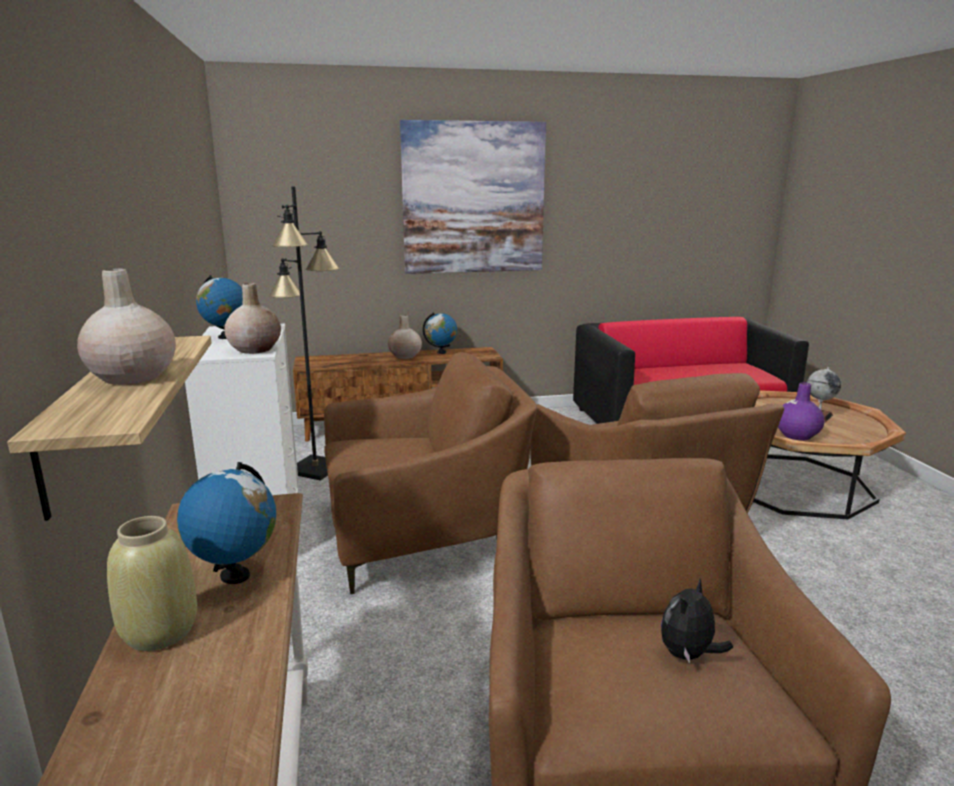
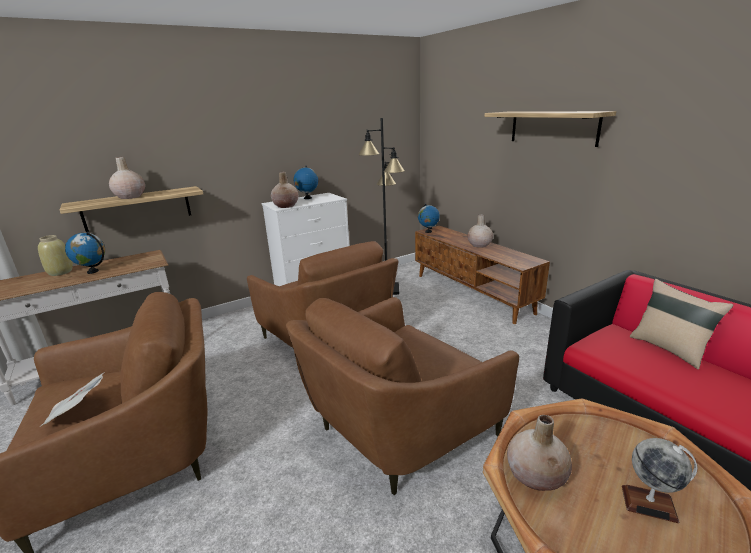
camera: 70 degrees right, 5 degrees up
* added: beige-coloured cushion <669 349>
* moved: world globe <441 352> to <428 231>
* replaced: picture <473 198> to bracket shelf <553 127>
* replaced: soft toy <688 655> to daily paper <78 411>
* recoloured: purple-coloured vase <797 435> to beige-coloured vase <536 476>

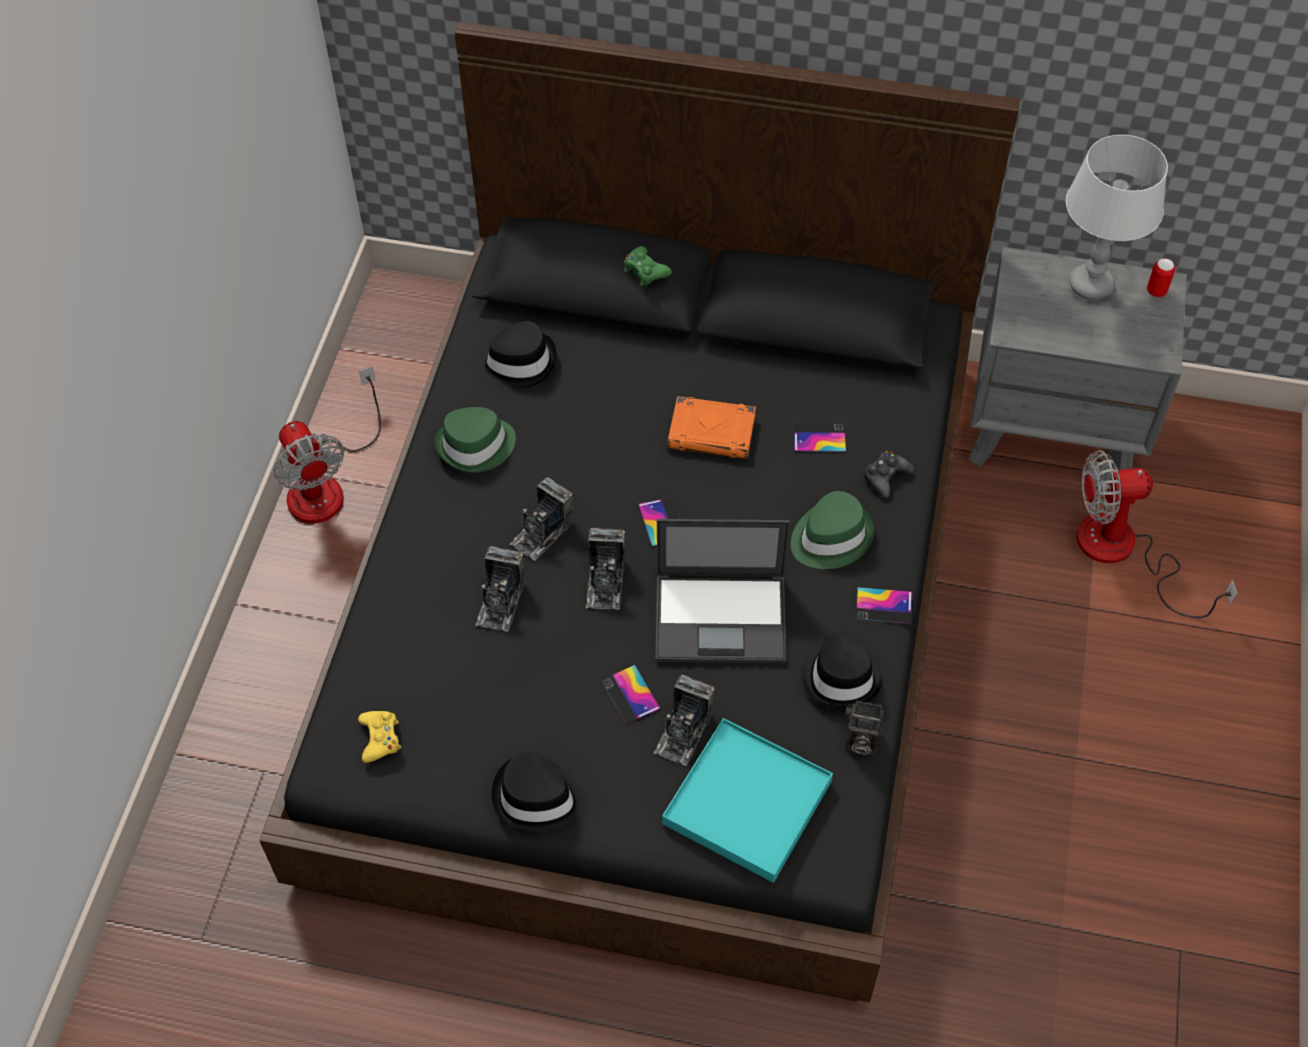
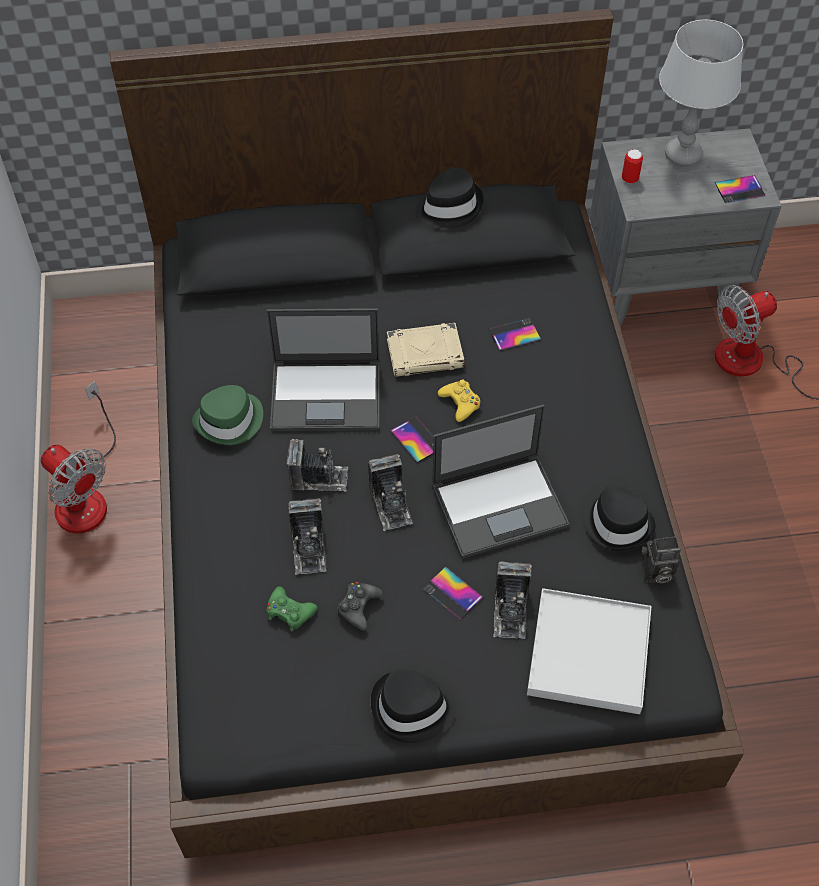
camera: 20 degrees left, 0 degrees up
* removed: green-coloured hat <830 536>
* added: laptop <327 395>
* moved: yellow-coloured joypad <380 738> to <460 403>
* moved: black hat <518 362> to <448 207>
* moved: green-coloured joypad <645 271> to <289 612>
* moved: telephone <884 605> to <739 189>
* moved: black joypad <885 477> to <358 607>
* moved: sealed can <1156 291> to <629 179>
* recoloured: turquoise serving tray <747 802> to white serving tray <588 653>
* recoloured: orangey book <712 432> to beige-coloured book <426 354>
* turned: photo camera <542 532> = <319 478> 105 degrees counterclockwise

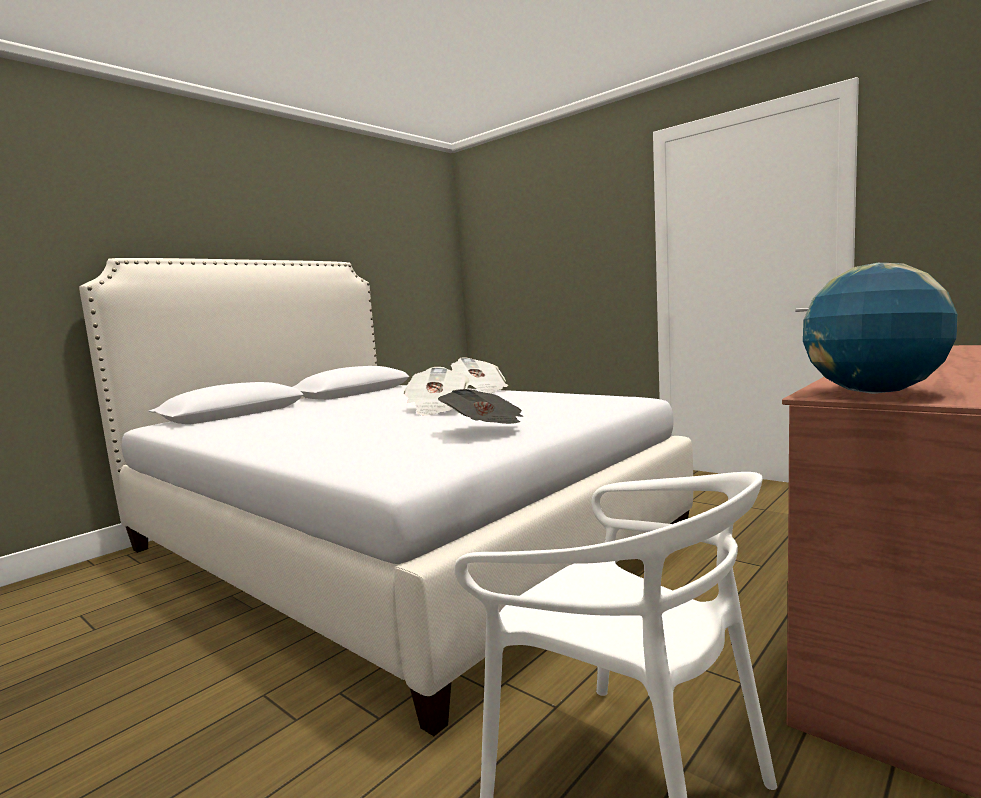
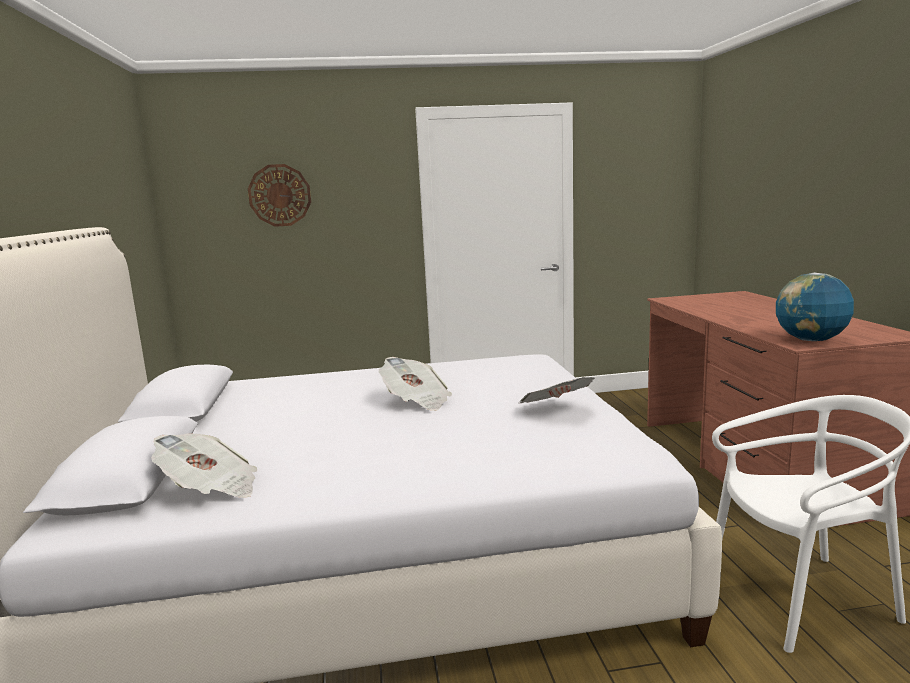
camera: 50 degrees left, 5 degrees up
* added: wall clock <280 195>
* moved: daily paper <480 390> to <211 489>

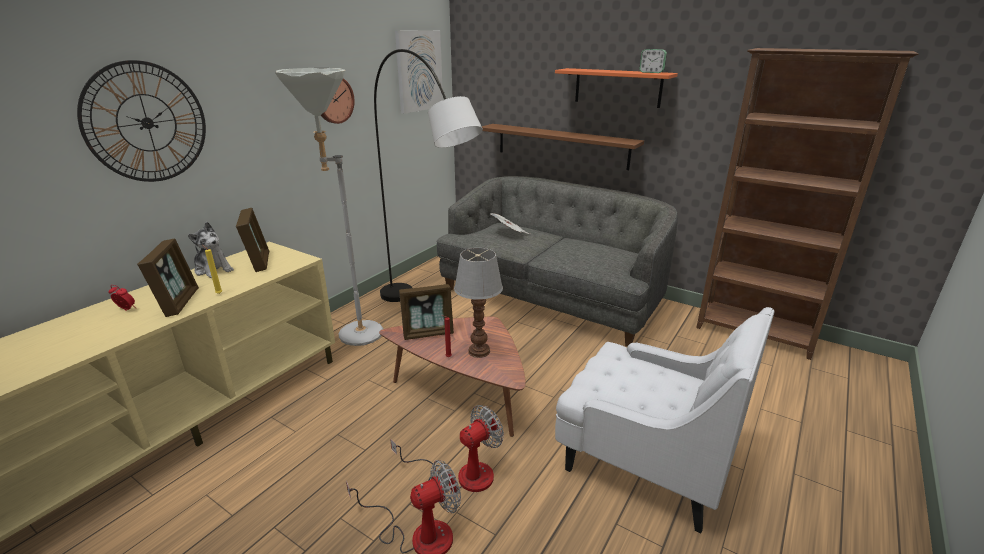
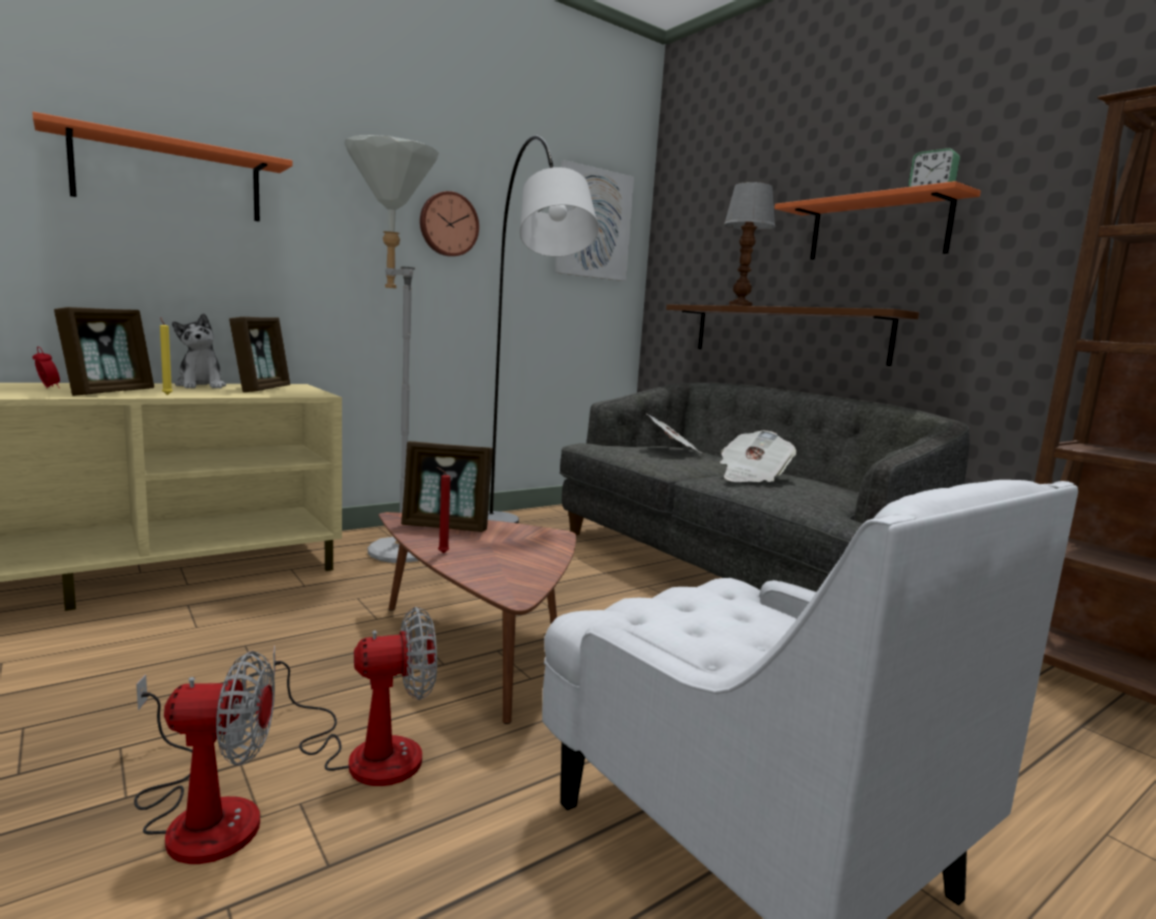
camera: 20 degrees right, 15 degrees down
* added: daily paper <752 477>
* moved: tabletop lamp <479 351> to <740 306>
* replaced: wall clock <147 123> to orangey bracket shelf <169 178>

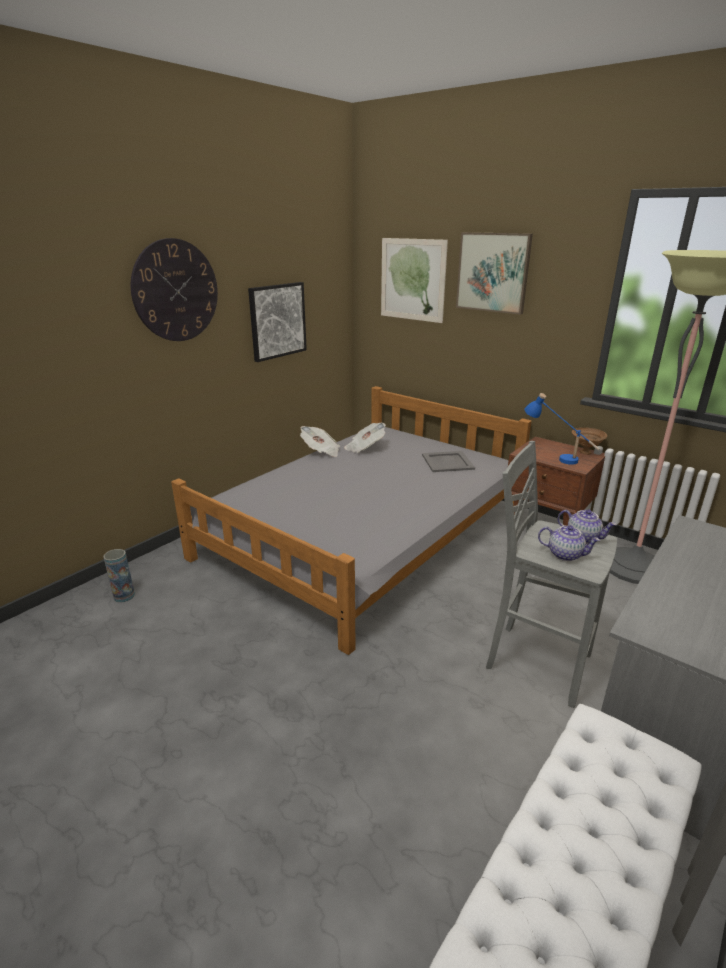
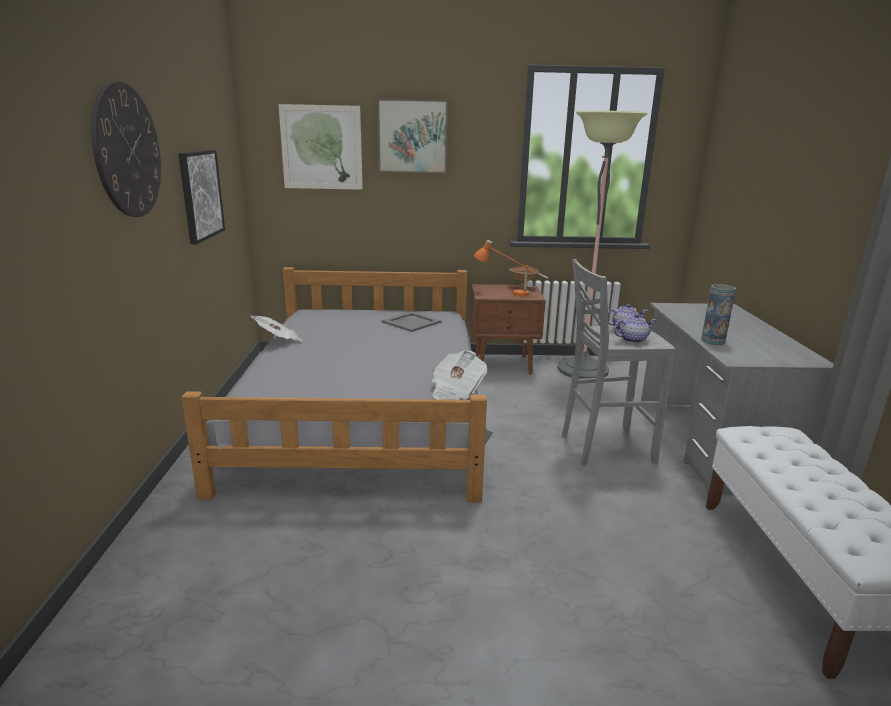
camera: 40 degrees left, 5 degrees down
* moved: vase <124 596> to <713 341>
* moved: daily paper <364 448> to <456 390>
* recoloured: blue-coloured tabletop lamp <556 456> to orangey tabletop lamp <509 293>

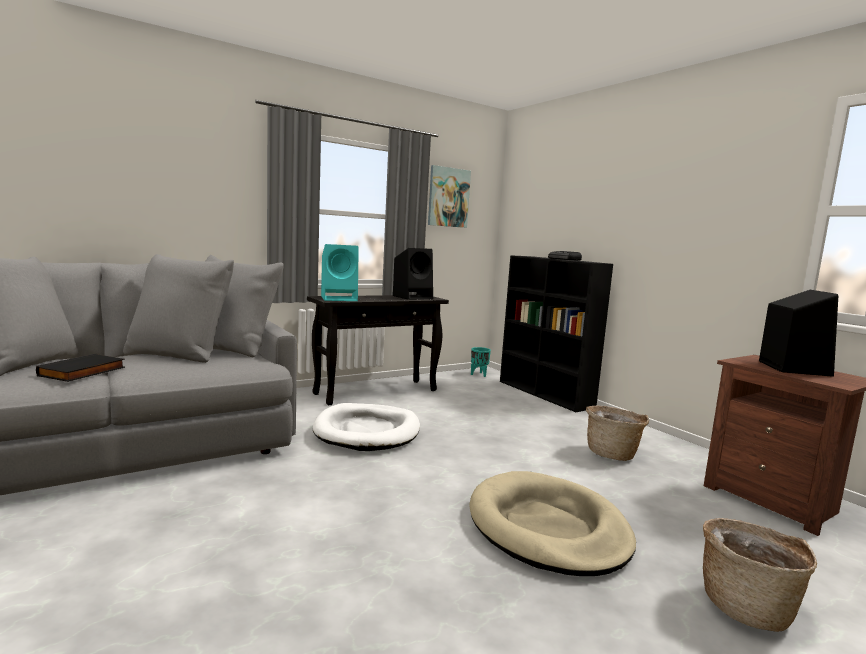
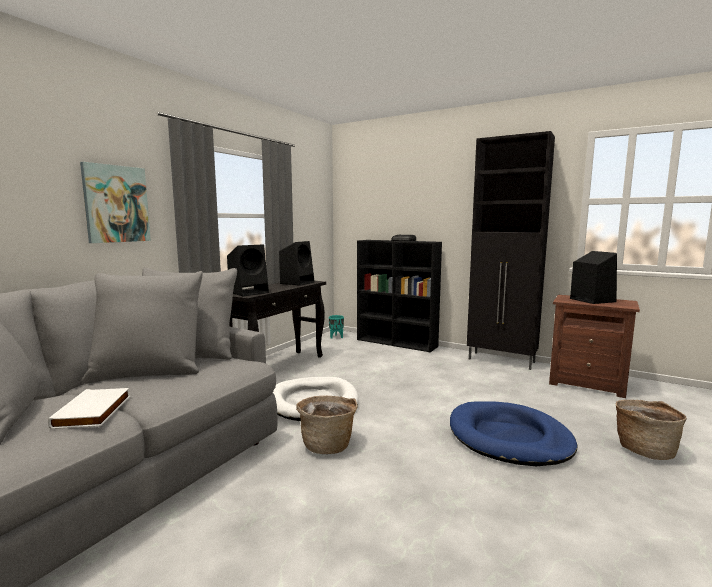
camera: 25 degrees left, 0 degrees up
* added: black storage cabinet <502 361>
* moved: picture <448 197> to <116 204>
* moved: household basket <612 453> to <328 444>
* recoloured: black book <83 372> to white book <94 412>
* recoloured: turquoise loudspeaker <340 298> to black loudspeaker <249 292>
* recoloured: beige-coloured pet bed <547 528> to blue-coloured pet bed <509 438>

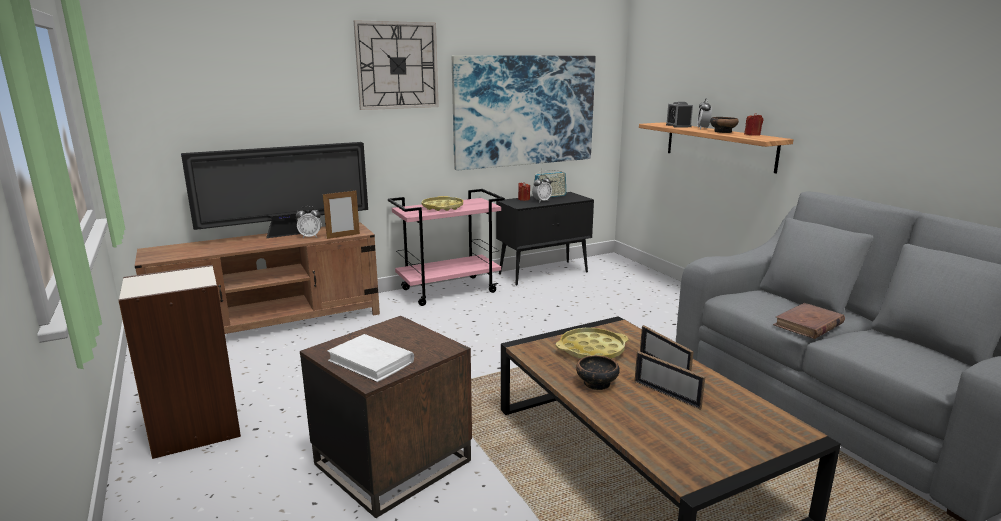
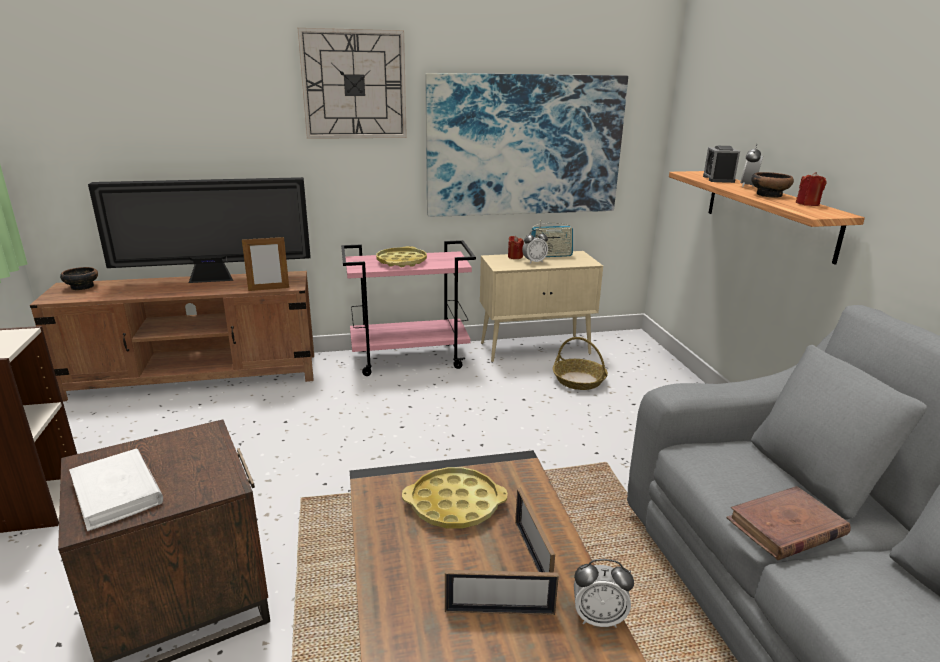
camera: 15 degrees right, 5 degrees up
* added: household basket <579 380>
* moved: alarm clock <310 237> to <598 618>
* moved: deep dish <596 383> to <82 287>
* recoloured: black storage cabinet <544 273> to beige-coloured storage cabinet <536 348>
* turned: standing frame <666 394> = <499 611> 60 degrees counterclockwise

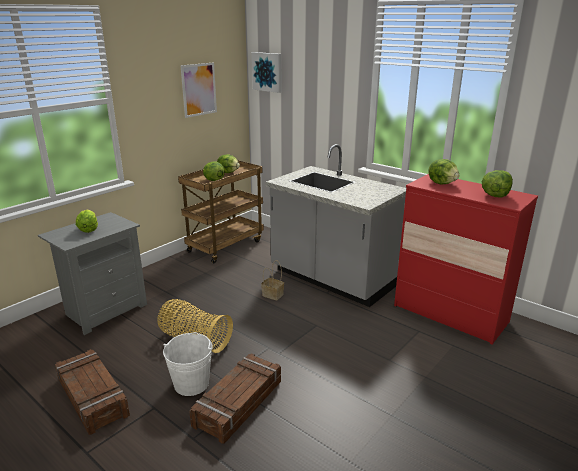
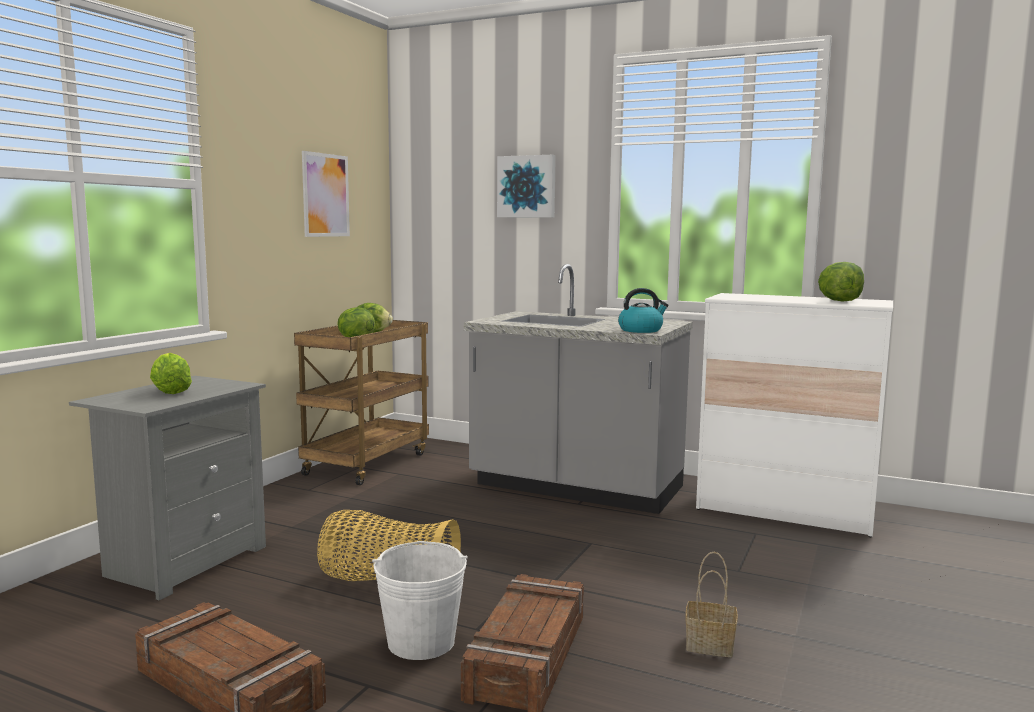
camera: 15 degrees left, 15 degrees down
* removed: head of lettuce <442 183>
* added: water kettle <641 330>
* moved: picture <268 72> to <527 186>
* moved: household basket <272 295> to <708 645>
* recoloured: red-coloured dresser <450 314> to white dresser <785 510>

